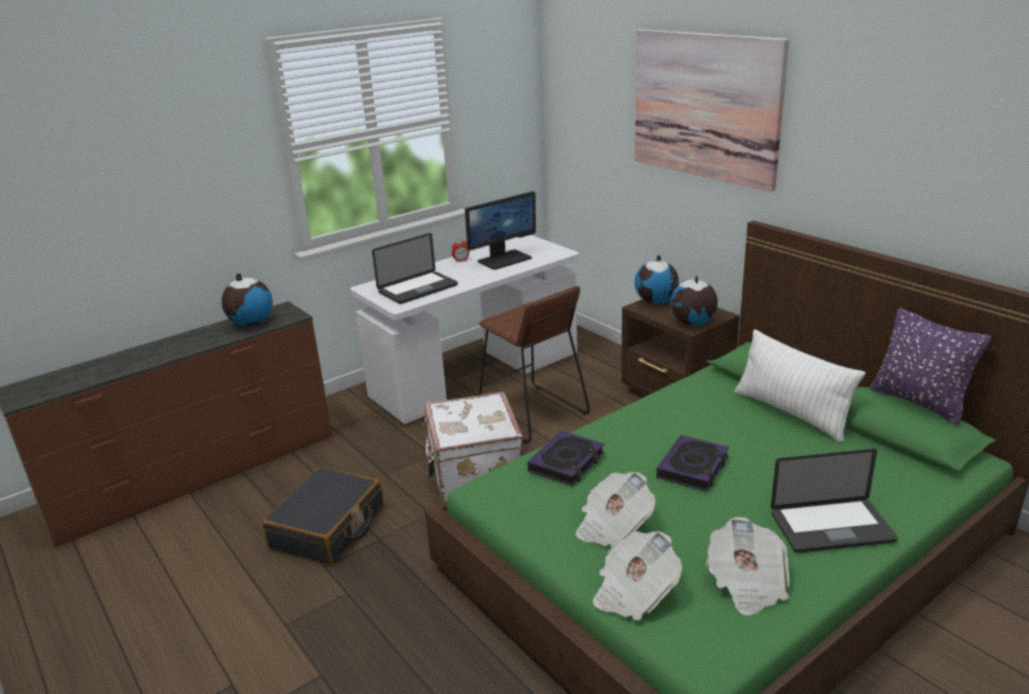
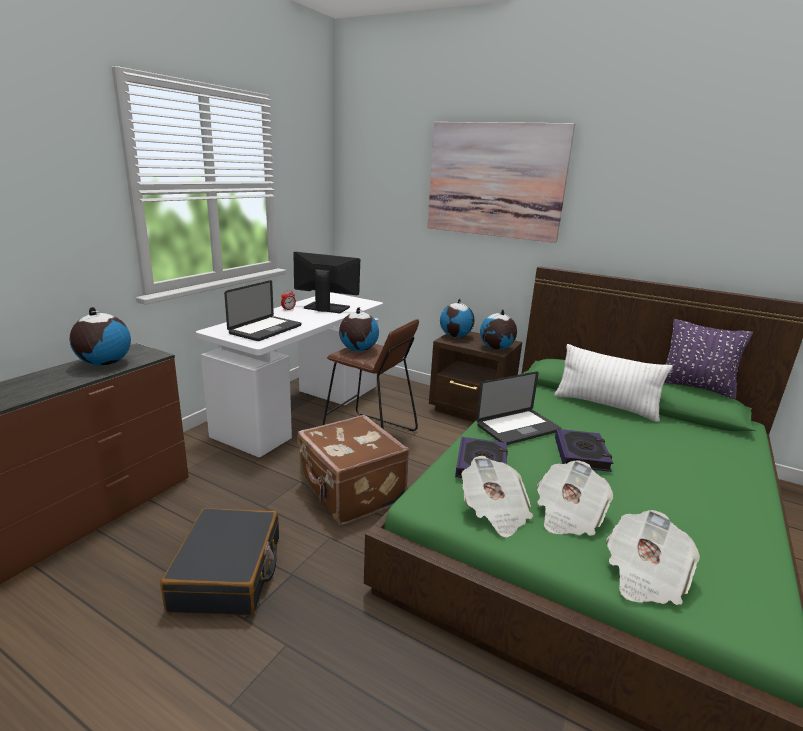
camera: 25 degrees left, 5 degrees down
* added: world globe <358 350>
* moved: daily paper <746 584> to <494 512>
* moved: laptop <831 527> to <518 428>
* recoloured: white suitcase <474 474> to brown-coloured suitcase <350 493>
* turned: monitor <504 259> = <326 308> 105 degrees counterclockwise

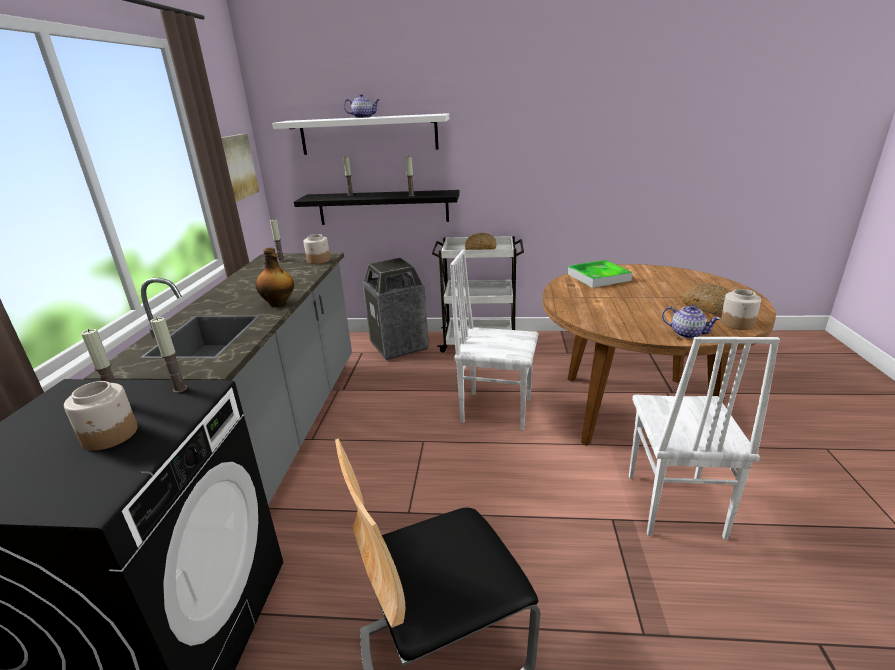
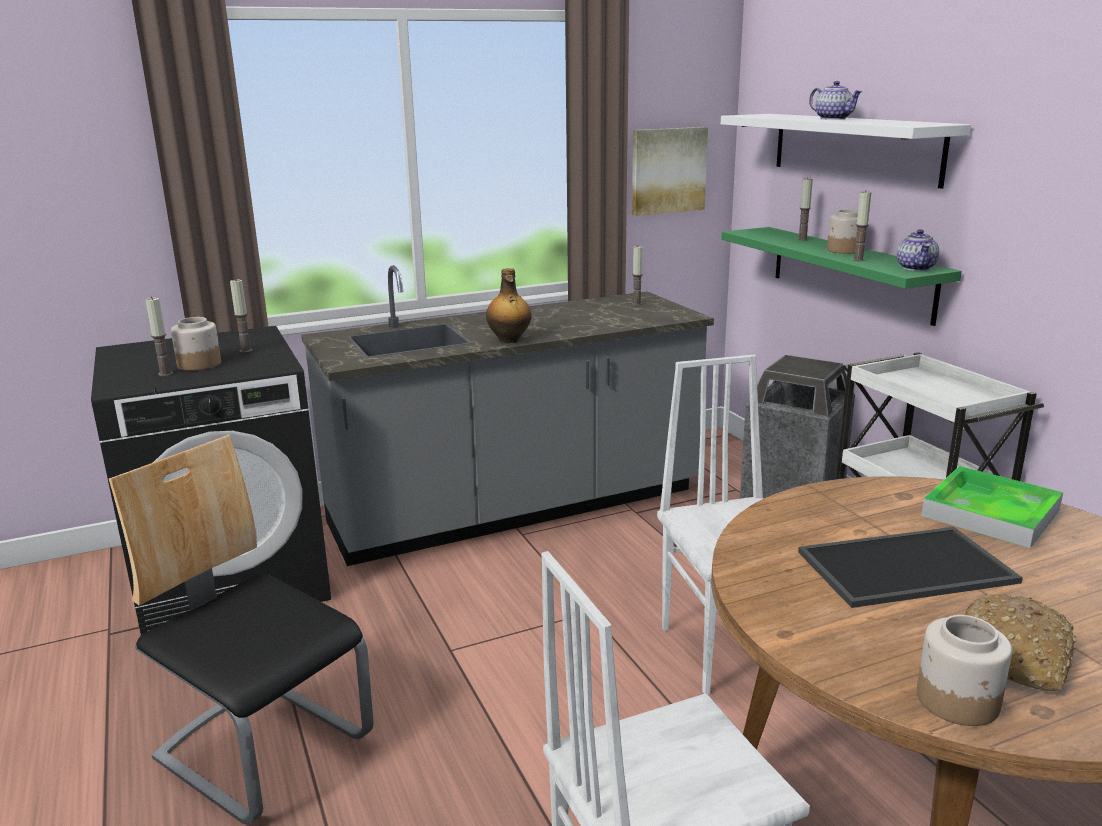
camera: 60 degrees right, 5 degrees down
* removed: bread <480 249>
* added: serving tray <905 569>
* moved: wax light <180 389> to <165 374>
* moved: preserve jar <318 260> to <845 250>
* moved: teapot <687 333> to <916 268>
* recoloured: black bracket shelf <383 207> to green-coloured bracket shelf <850 272>

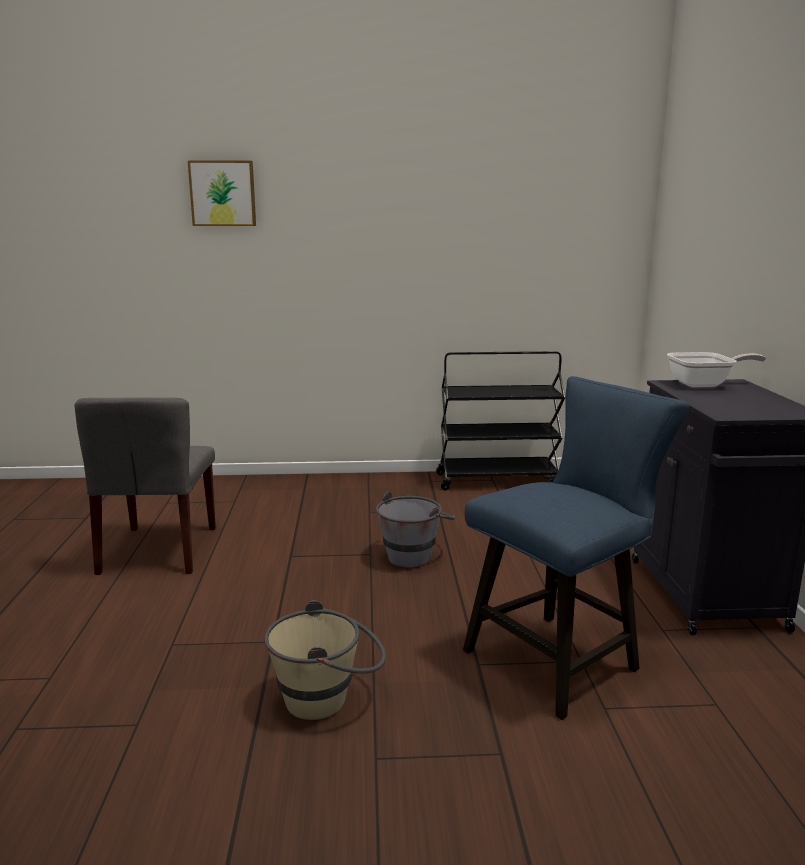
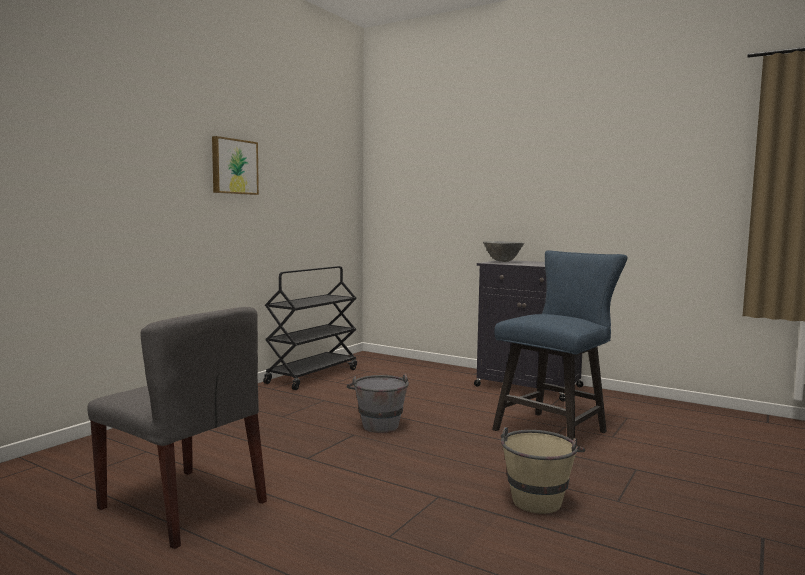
camera: 55 degrees left, 10 degrees down
* moved: picture <223 193> to <233 166>
* replaced: skillet <705 384> to grey deep dish <503 261>
* turned: blue-coloured plain chair <560 657> = <555 429> 45 degrees clockwise

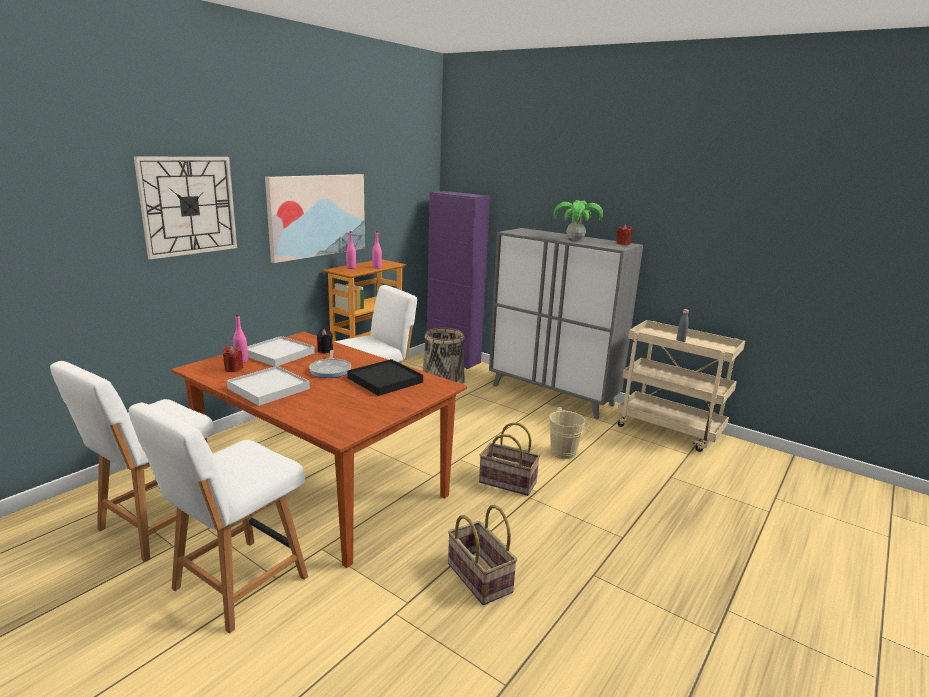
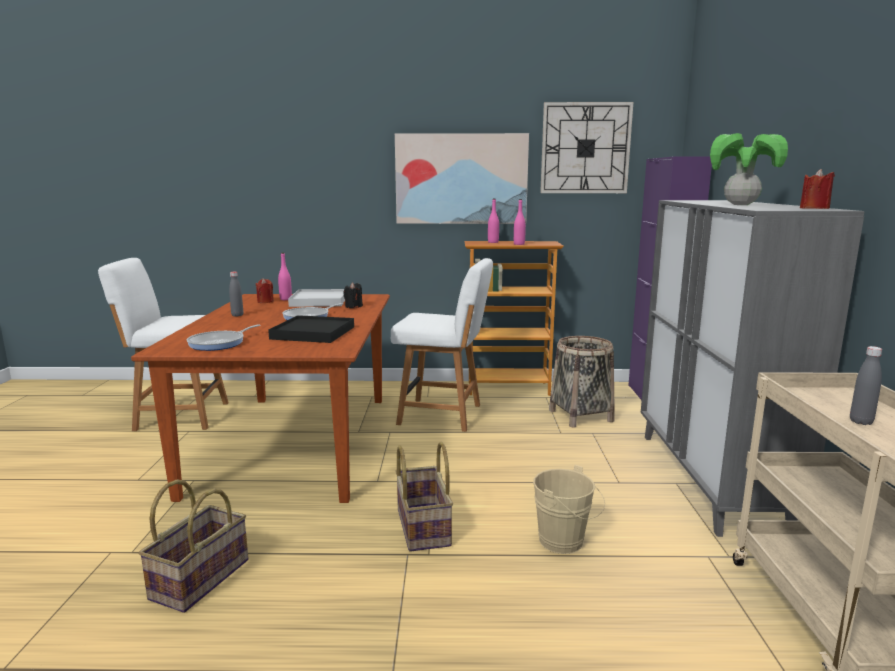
camera: 55 degrees right, 5 degrees down
* removed: white plain chair <236 585>
* added: skillet <219 343>
* moved: wall clock <188 206> to <585 148>
* replaced: white serving tray <268 388> to grey drink bottle <237 315>

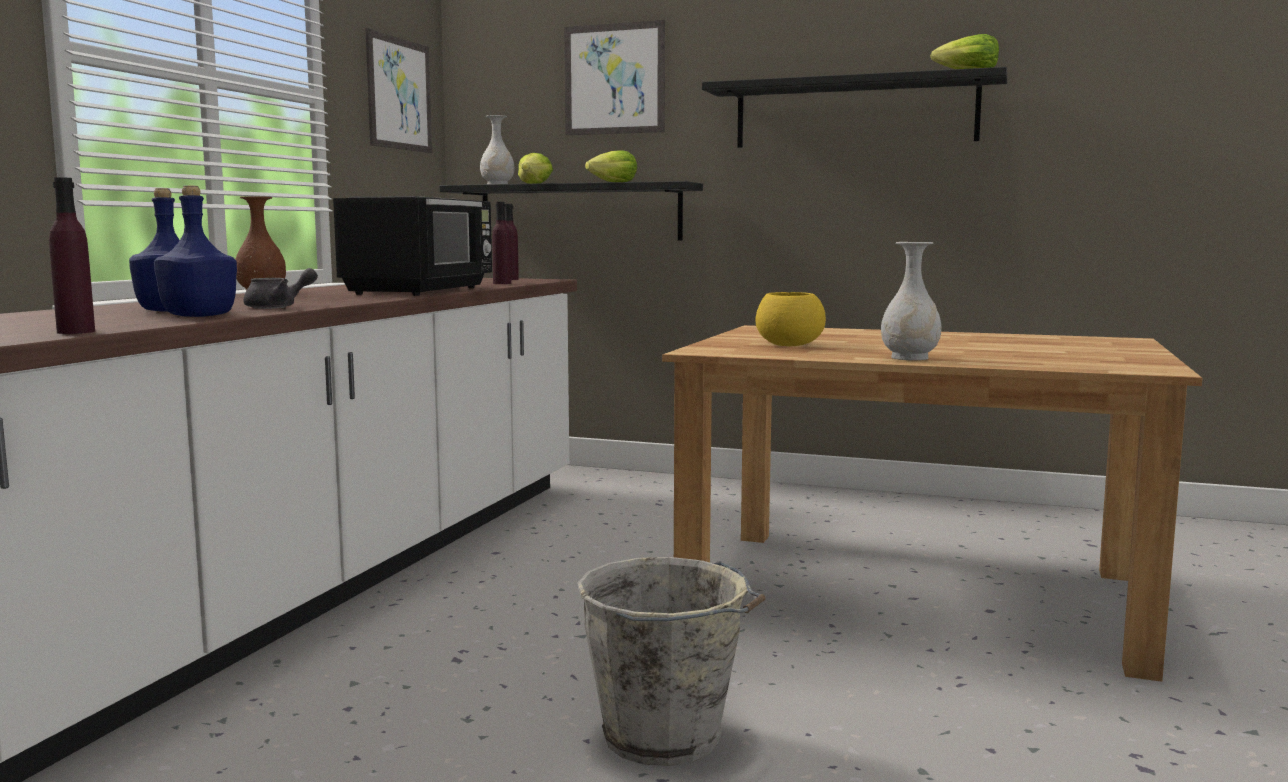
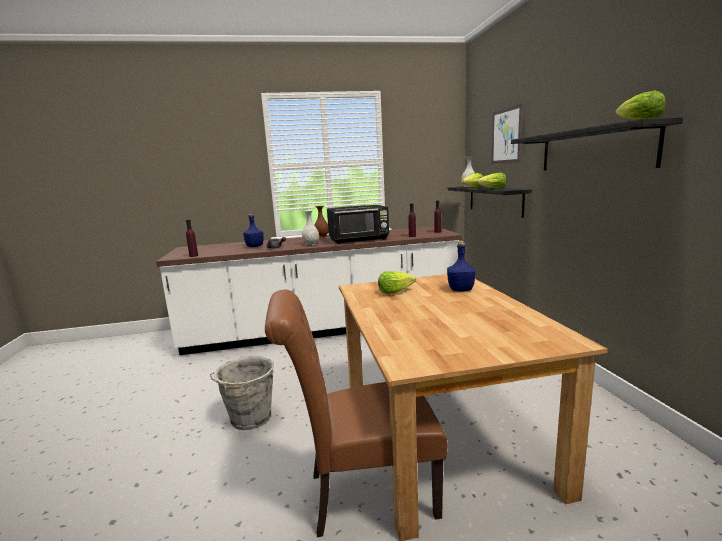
camera: 60 degrees right, 5 degrees up
* removed: picture <399 94>
* added: brown-coloured plain chair <362 494>
* moved: blue-coloured drink bottle <198 316> to <460 290>
* moved: white vase <910 358> to <311 244>
* replaced: yellow-coloured deep dish <788 345> to head of lettuce <395 292>

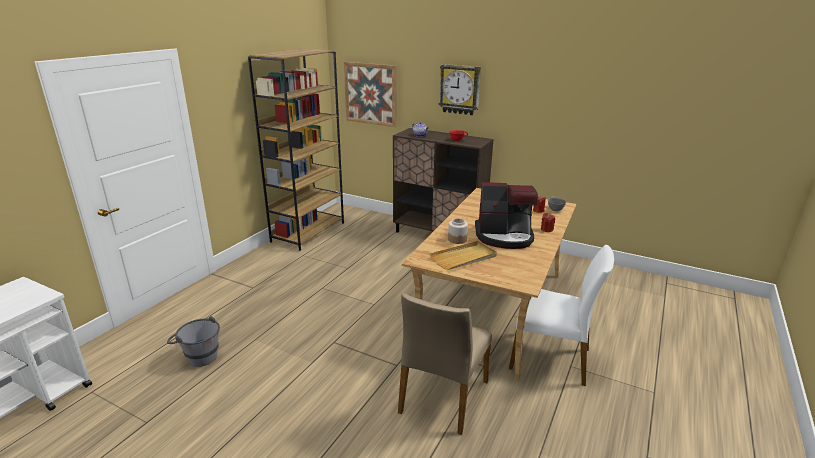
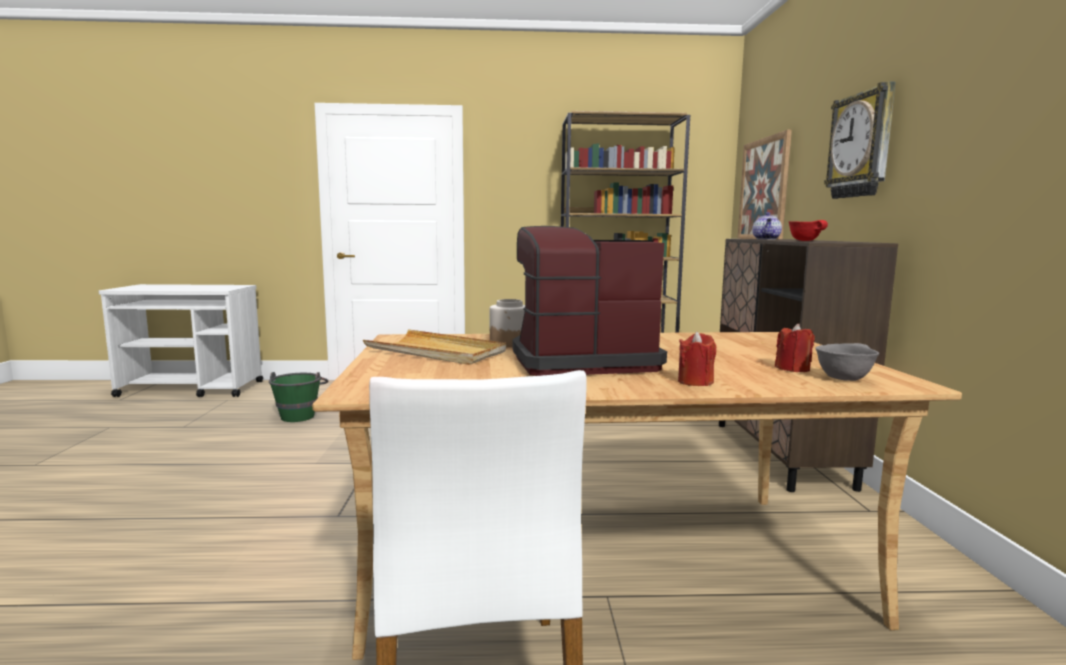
camera: 60 degrees right, 15 degrees down
* removed: beige-coloured plain chair <442 396>
* recoloured: grey water bucket <198 356> to green-coloured water bucket <300 415>
* turned: coffee machine <504 236> = <580 361> 105 degrees clockwise

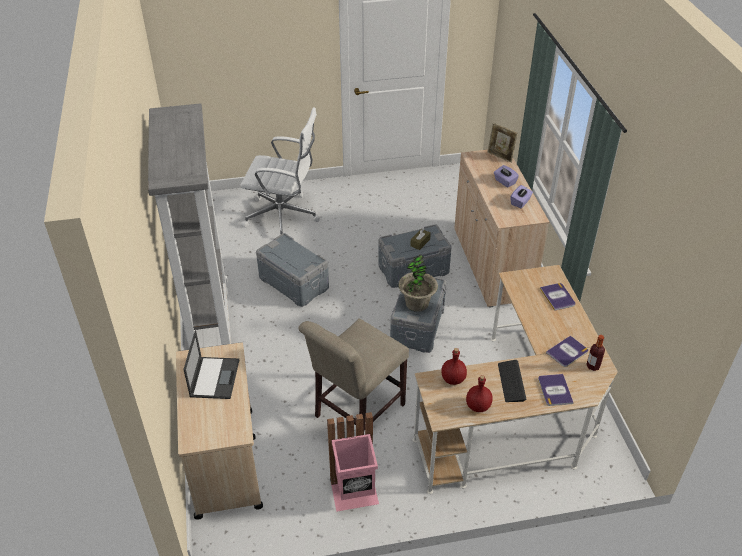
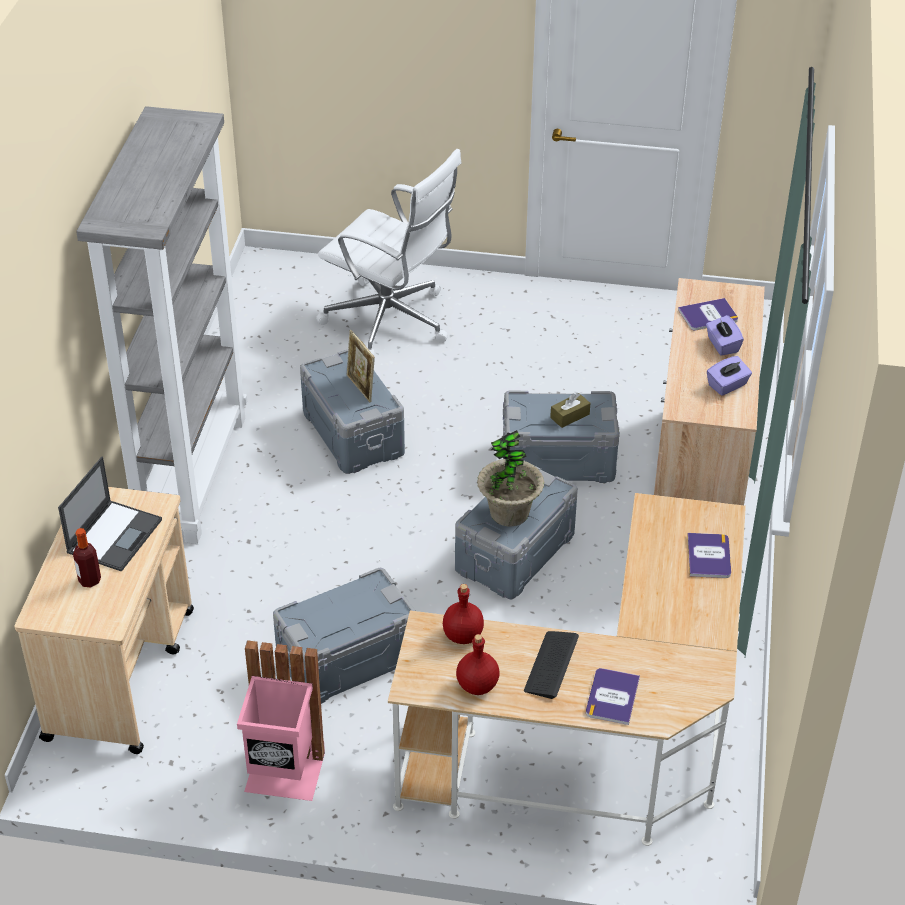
camera: 20 degrees right, 0 degrees up
* moved: standing frame <500 157> to <361 388>
* moved: book <567 352> to <708 315>
* moved: drink bottle <593 366> to <90 580>
* replaced: beige-coloured plain chair <355 413> to grey storage bin <346 659>

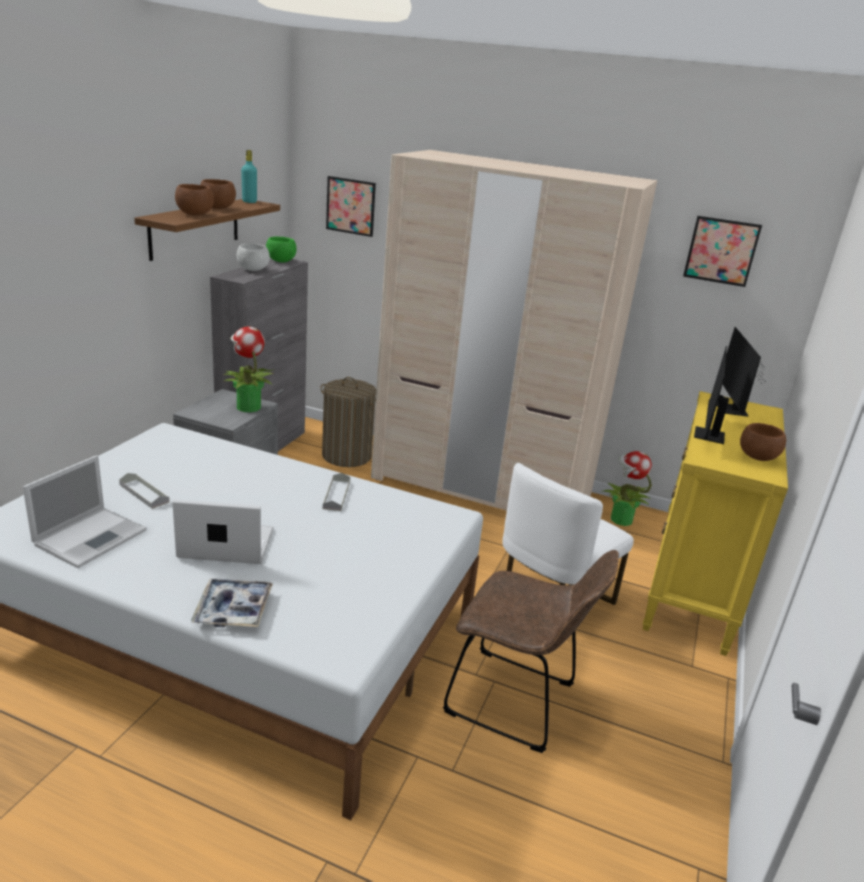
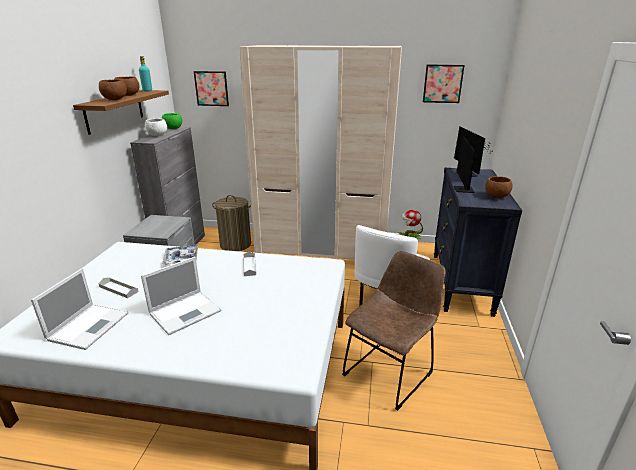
camera: 10 degrees left, 0 degrees up
* removed: houseplant <248 407>
* moved: serving tray <233 609> to <181 258>
* recoloured: yellow-coloured dresser <692 590> to black dresser <461 283>
* turned: laptop <224 544> = <186 312> 150 degrees clockwise
* turned: brown-coloured plain chair <517 702> = <390 371> 60 degrees counterclockwise

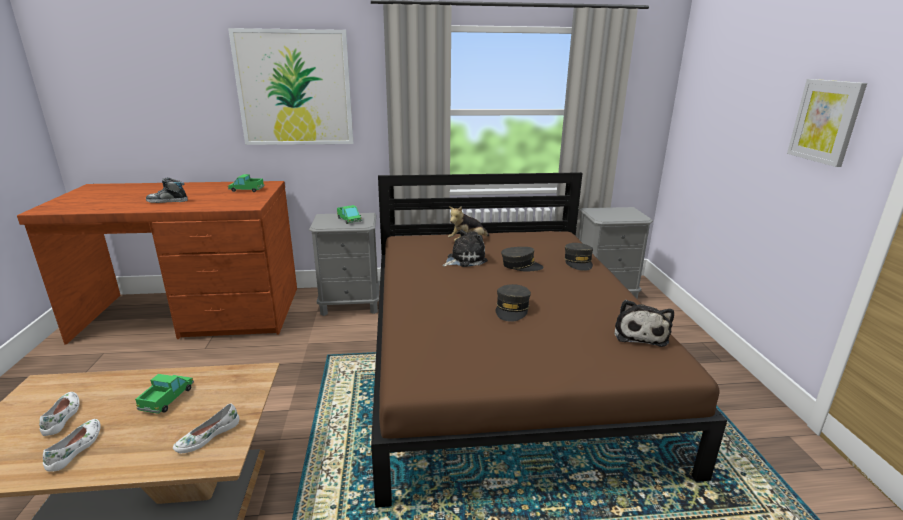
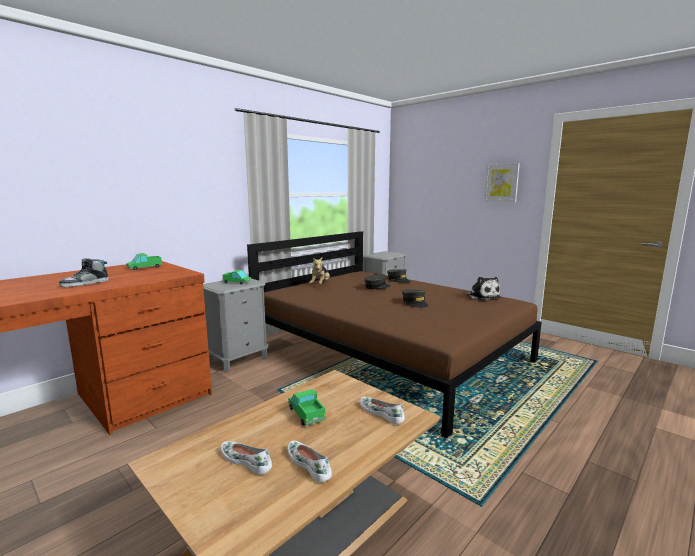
camera: 40 degrees left, 10 degrees down
* removed: picture <294 88>
* removed: soft toy <464 259>
* turned: white low shoe <207 436> = <381 413> 135 degrees clockwise

